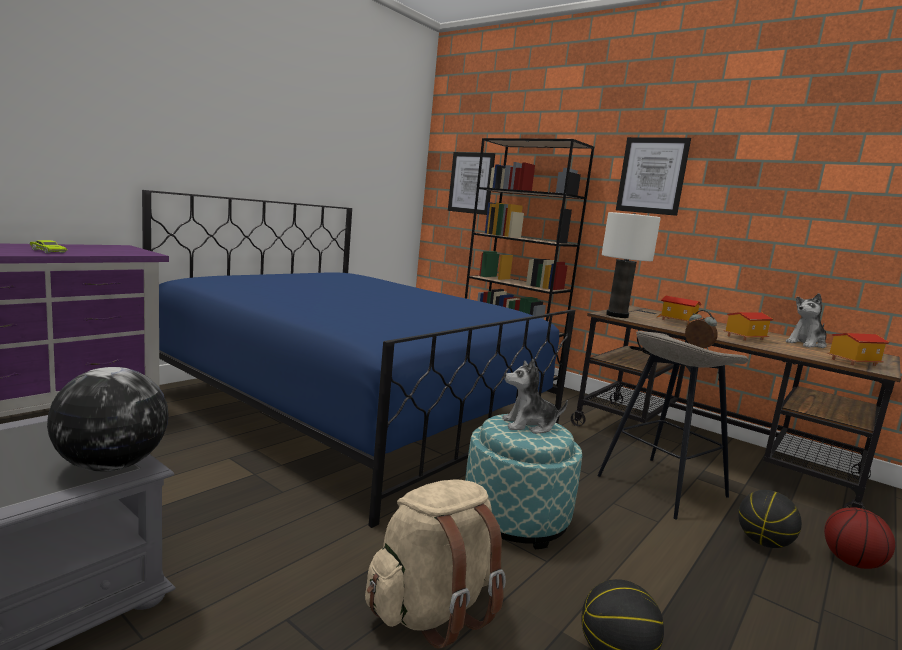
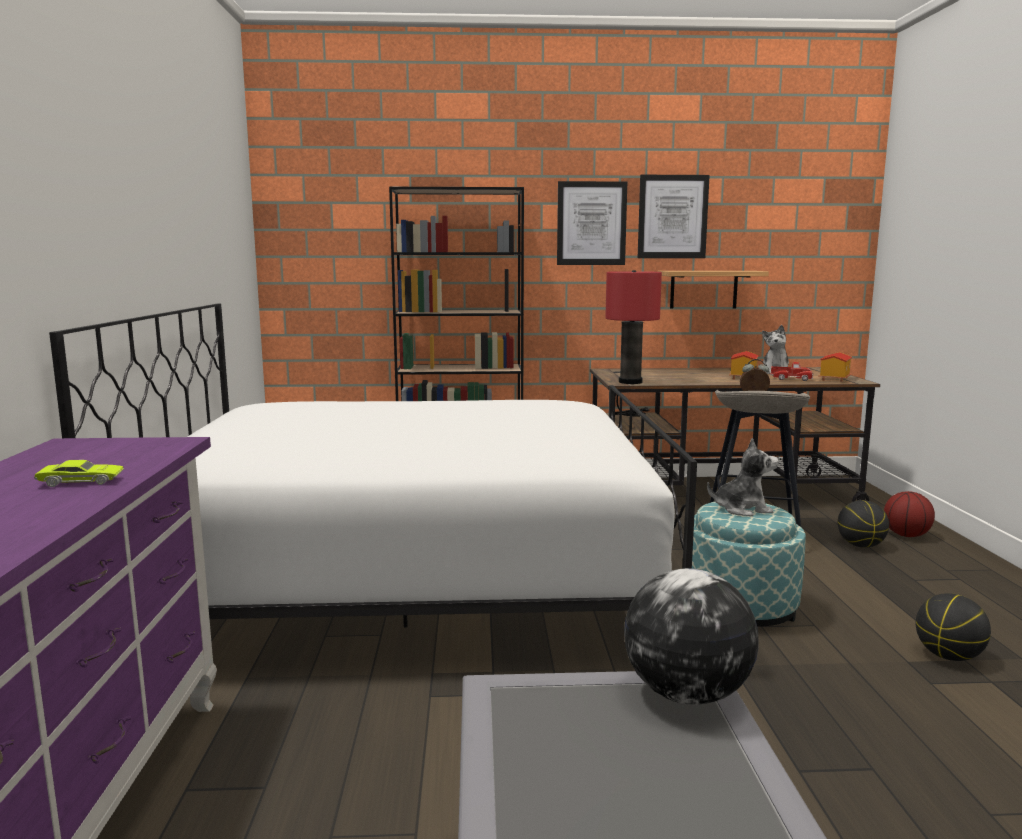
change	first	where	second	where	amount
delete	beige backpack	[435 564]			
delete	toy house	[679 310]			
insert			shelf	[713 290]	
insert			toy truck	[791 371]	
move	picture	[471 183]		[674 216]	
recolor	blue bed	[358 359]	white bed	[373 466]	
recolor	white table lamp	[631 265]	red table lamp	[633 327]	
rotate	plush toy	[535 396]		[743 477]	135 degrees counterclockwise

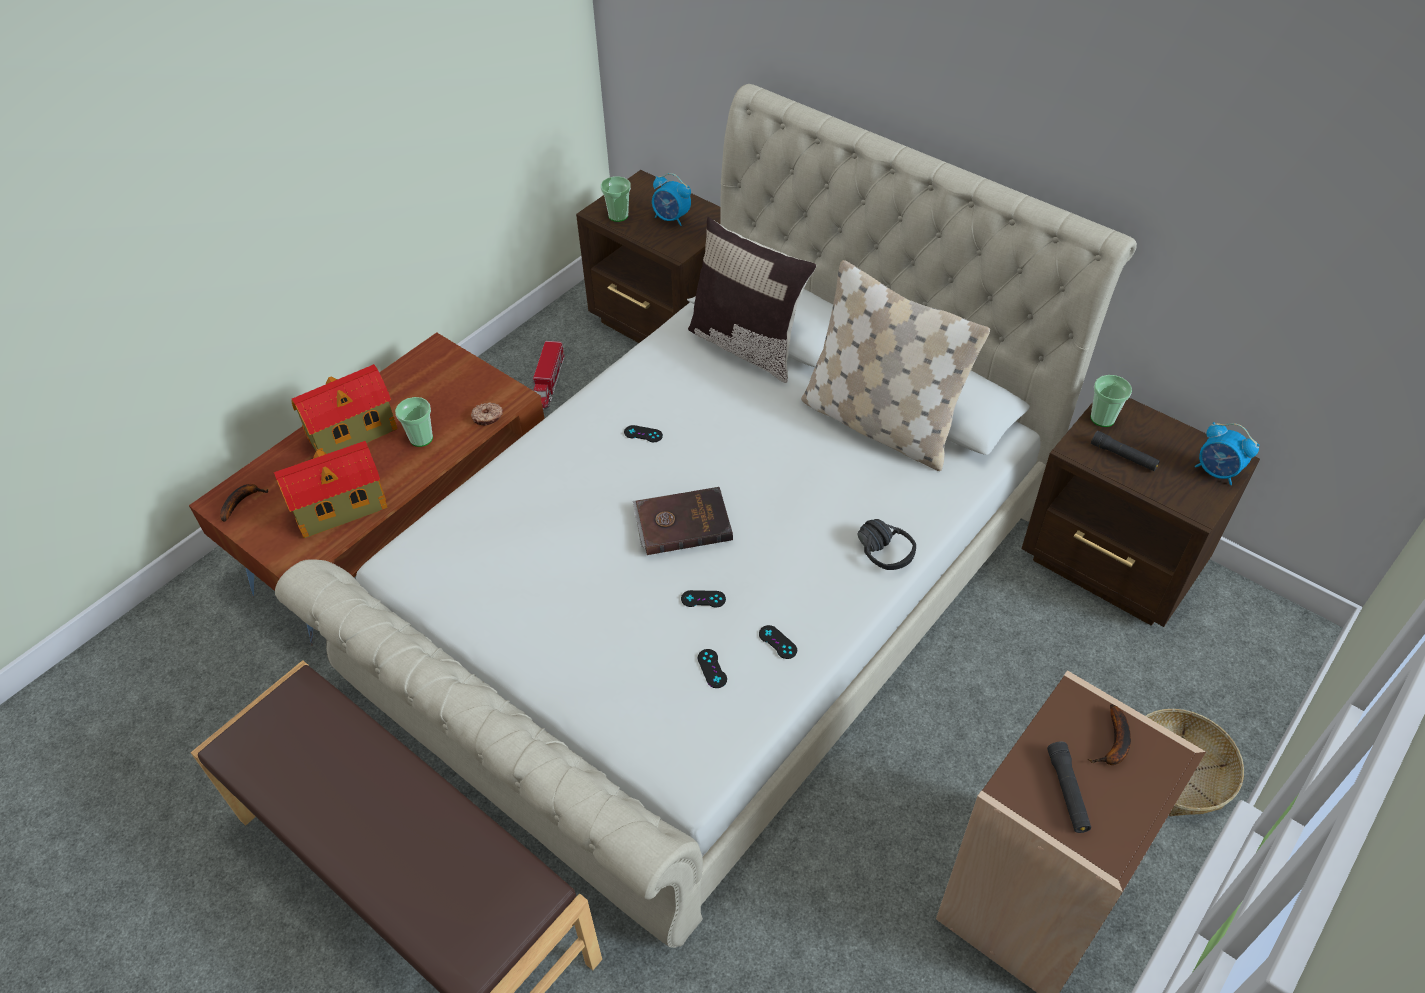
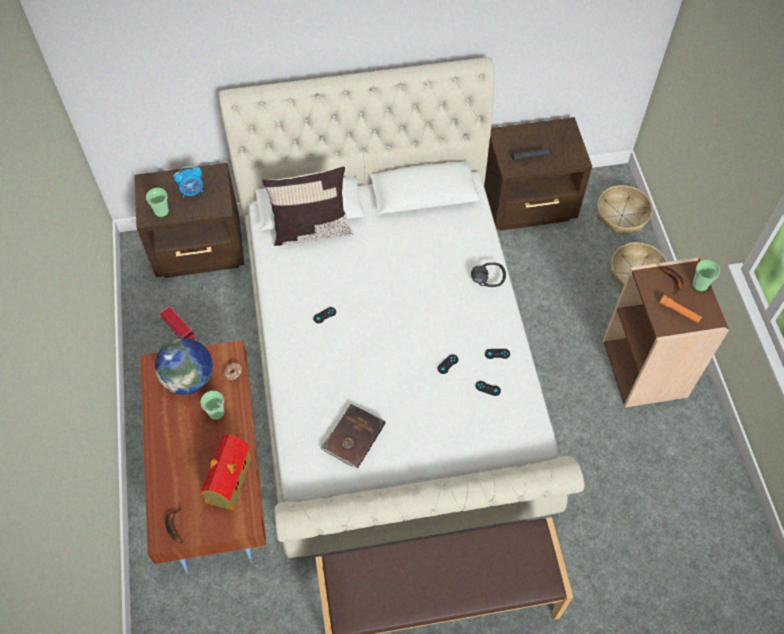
change	first	where	second	where	amount
delete	toy house	[344 409]			
delete	beige pillow	[895 365]			
delete	alarm clock	[1227 453]			
insert			globe	[184 366]	
insert			basket	[625 209]	
move	brown book	[683 521]		[352 436]	
move	cup	[1111 401]		[706 275]	
recolor	black flashlight	[1069 787]	orange flashlight	[681 309]	

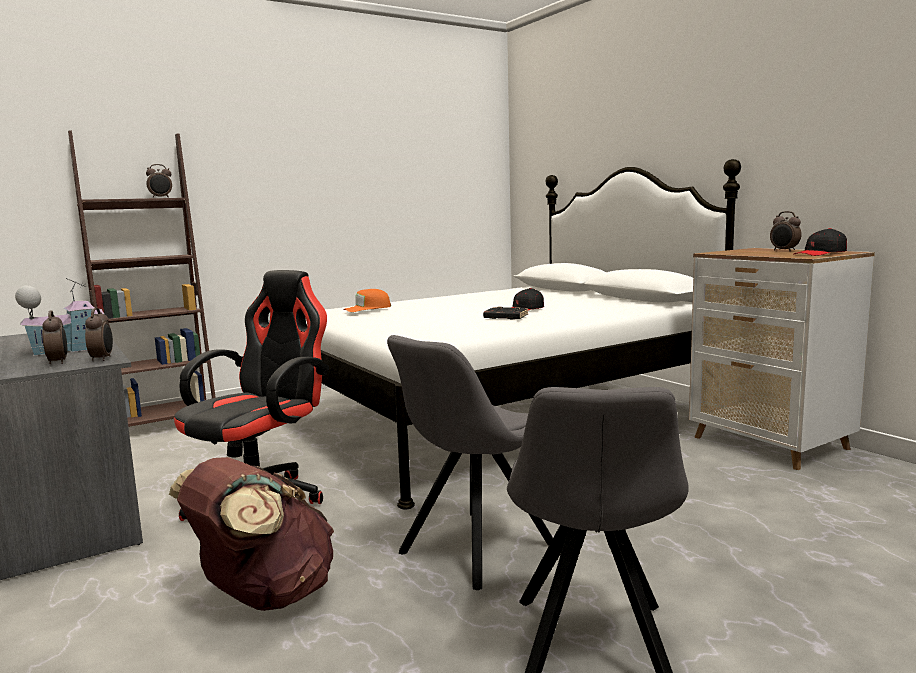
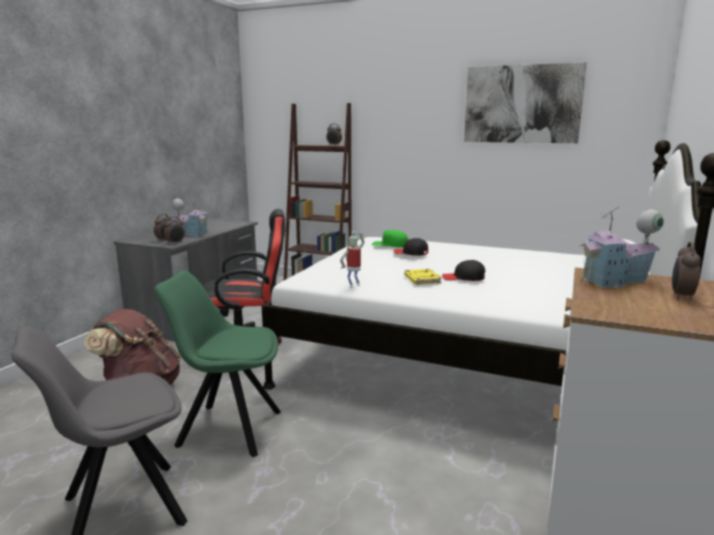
change	first	where	second	where	amount
insert			toy robot	[352 259]	
insert			picture	[525 102]	
insert			toy house	[621 247]	
move	black cap	[820 242]		[411 247]	
recolor	orange cap	[367 300]	green cap	[390 239]	
recolor	grey chair	[470 462]	green chair	[218 363]	
recolor	black book	[505 313]	yellow book	[423 277]	

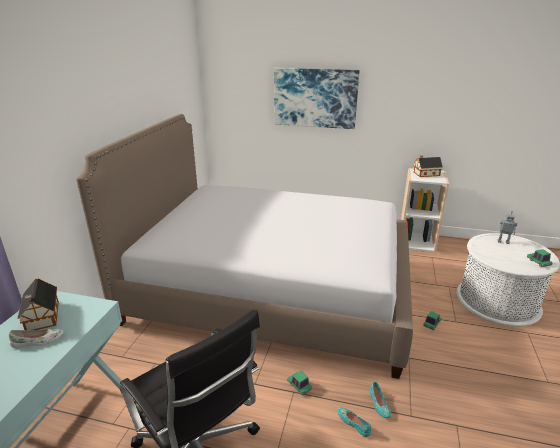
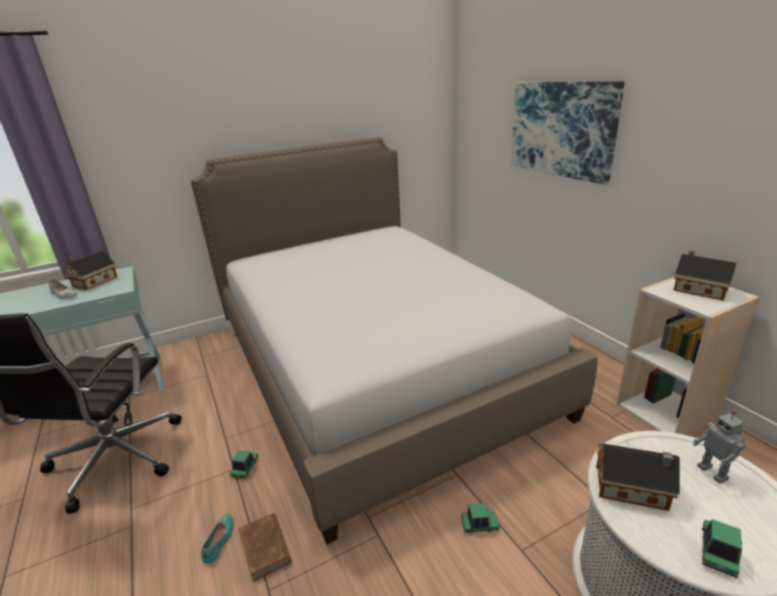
change	first	where	second	where	amount
insert			toy house	[638 477]	
replace	turquoise shoe	[380 400]	brown book	[265 547]	

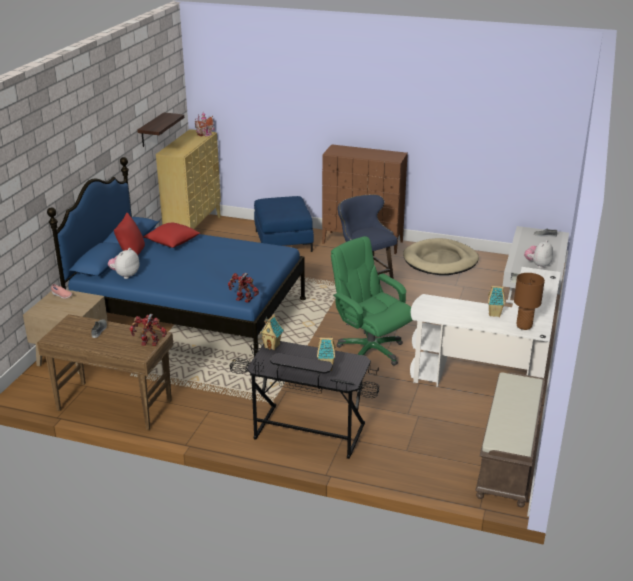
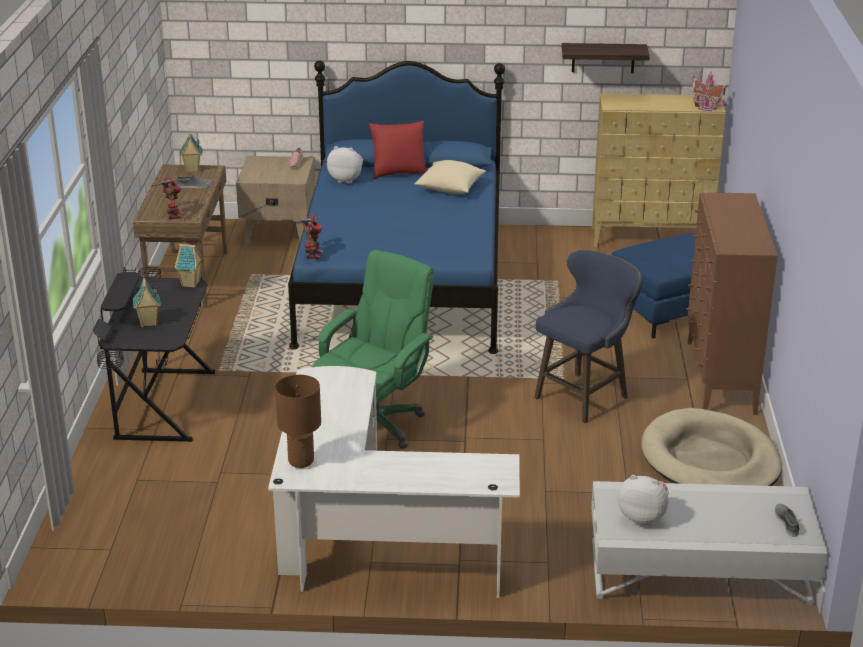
change	first	where	second	where	amount
delete	brown bench	[510 440]			
move	toy house	[496 301]		[191 152]	
recolor	red pillow	[171 235]	beige pillow	[450 177]	

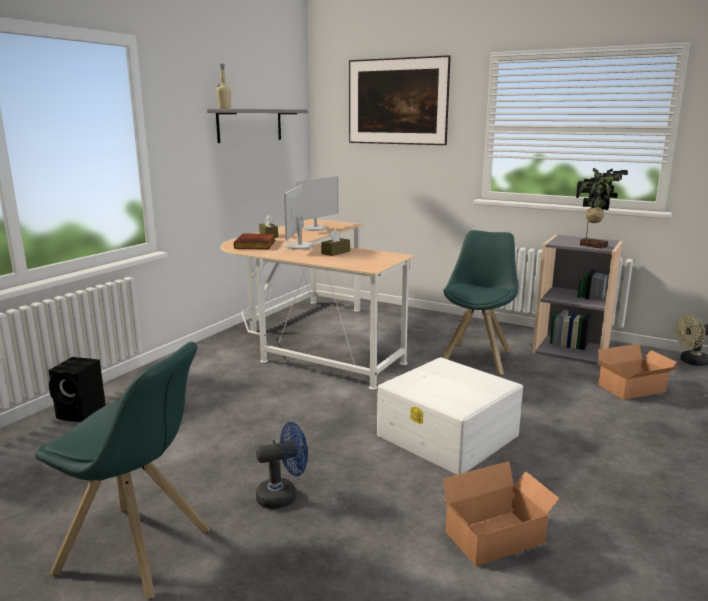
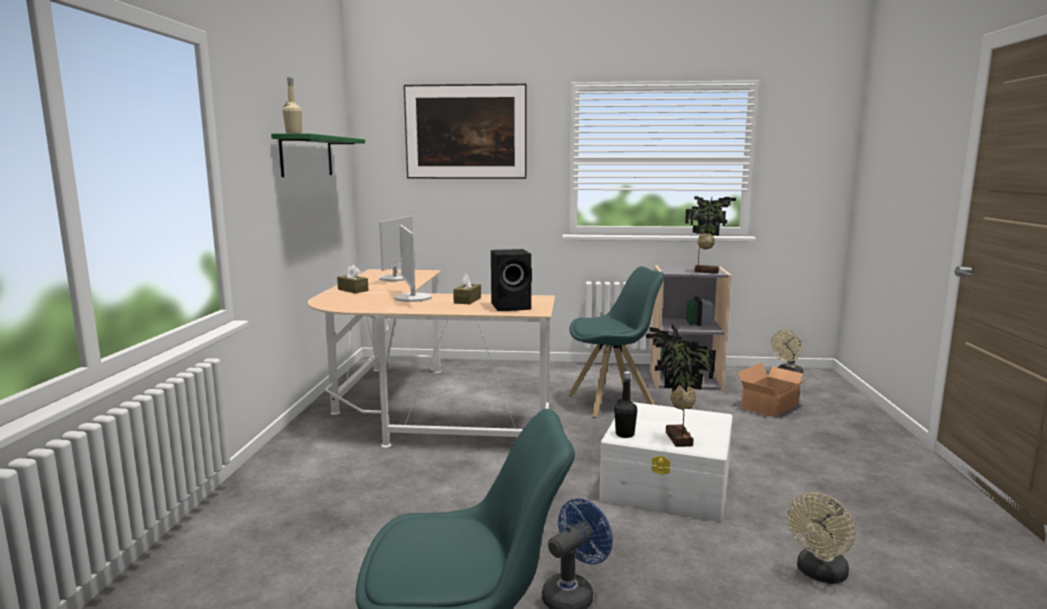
change	first	where	second	where	amount
delete	book	[255 241]			
insert			black bottle	[625 404]	
insert			potted plant	[681 386]	
move	black speaker	[77 389]		[511 280]	
replace	cardboard box	[501 513]	beige fan	[821 538]	
recolor	grey shelf	[257 126]	green shelf	[318 155]	
rotate	turquoise chair	[480 302]		[616 342]	75 degrees clockwise

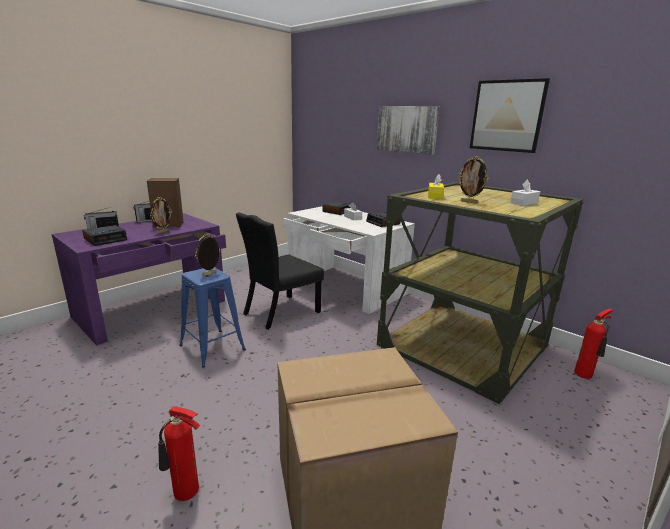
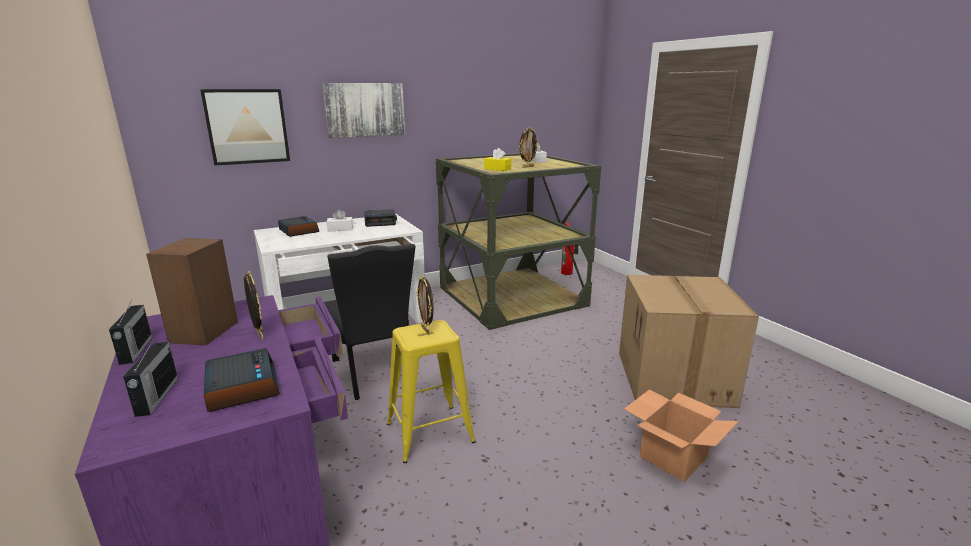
change	first	where	second	where	amount
move	picture	[510 115]		[245 127]	
replace	fire extinguisher	[179 453]	cardboard box	[681 435]	
recolor	blue stool	[212 317]	yellow stool	[431 391]	

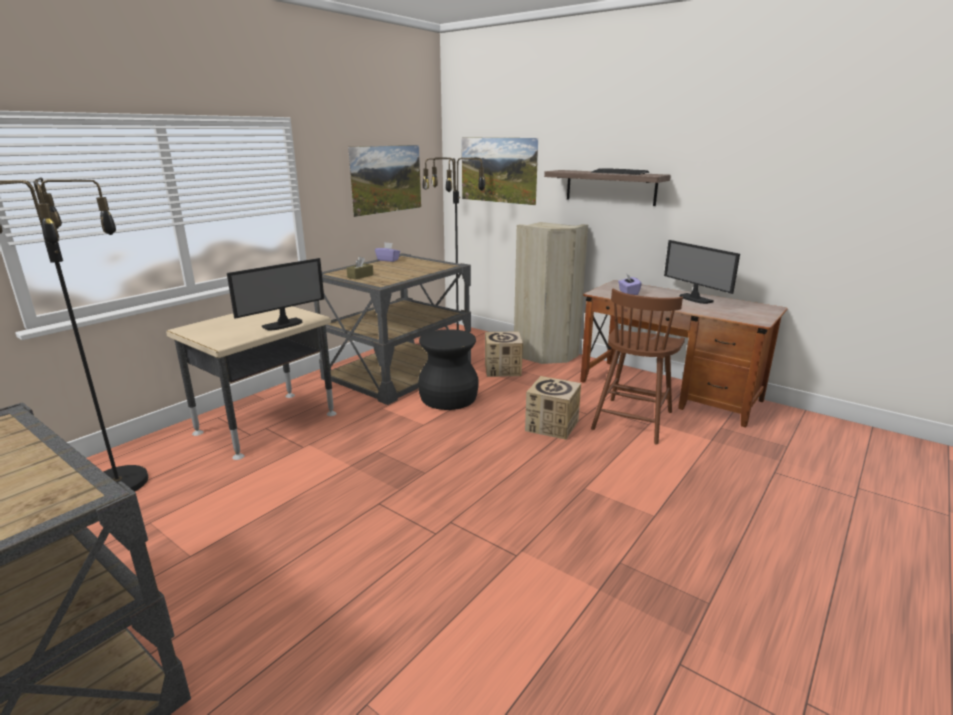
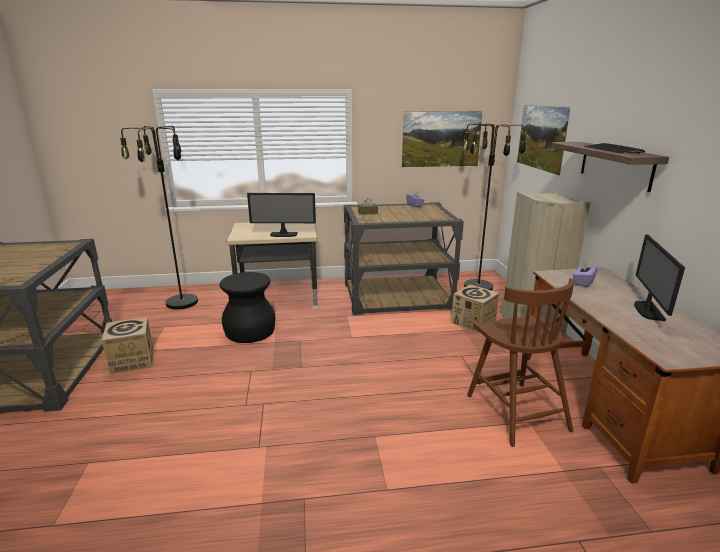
change	first	where	second	where	amount
move	black stool	[448 369]		[248 307]	
move	cardboard box	[553 408]		[127 345]	
rotate	brown chair	[638 366]		[520 362]	90 degrees counterclockwise

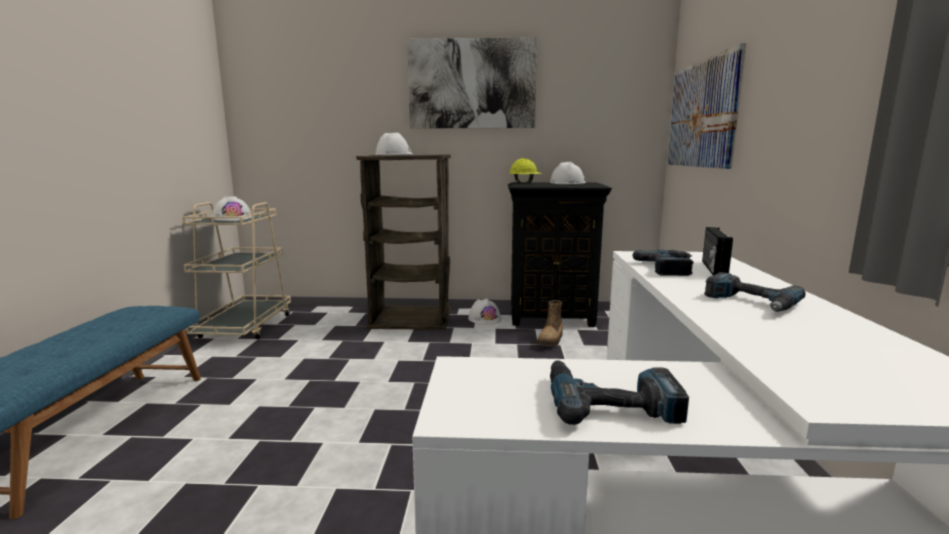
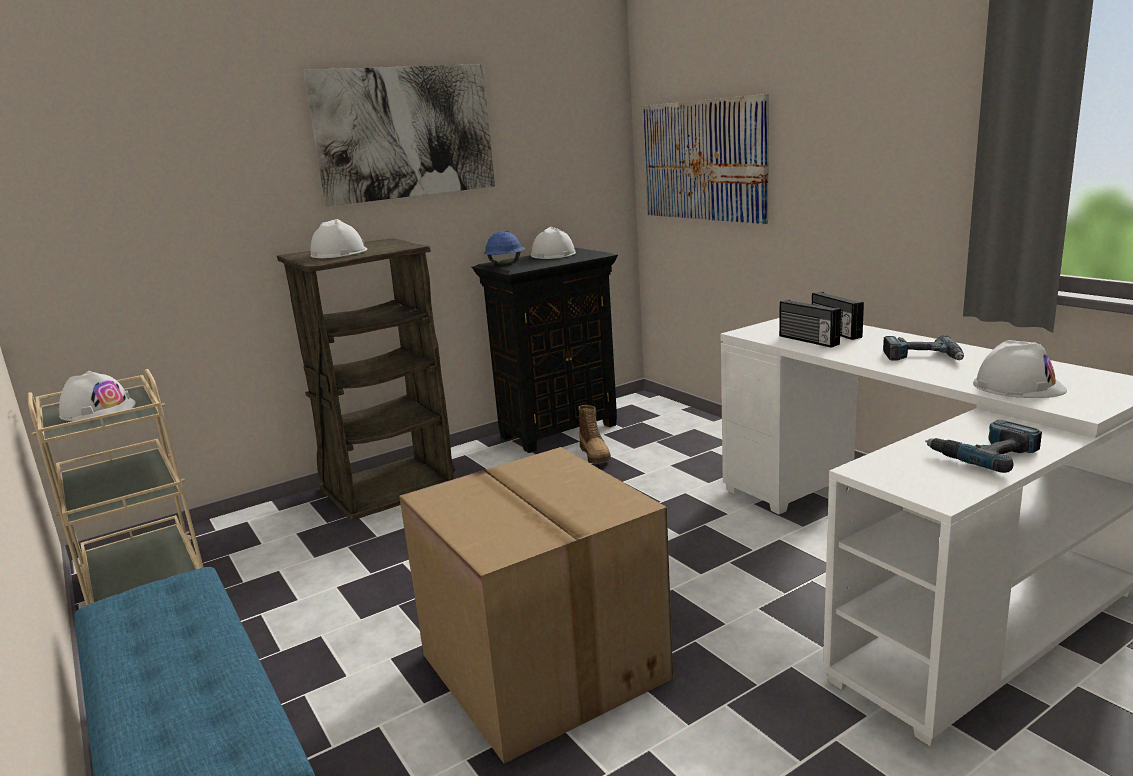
change	first	where	second	where	amount
insert			cardboard box	[536 605]	
move	white hard hat	[485 311]		[1020 369]	
replace	power drill	[663 263]	radio	[810 324]	
recolor	yellow hard hat	[525 170]	blue hard hat	[505 247]	

